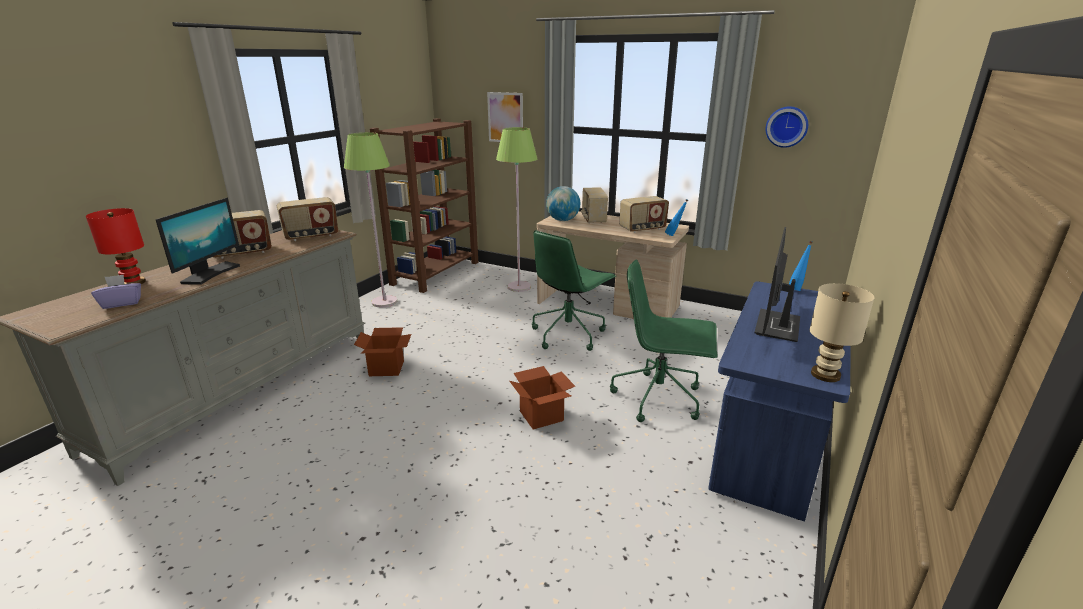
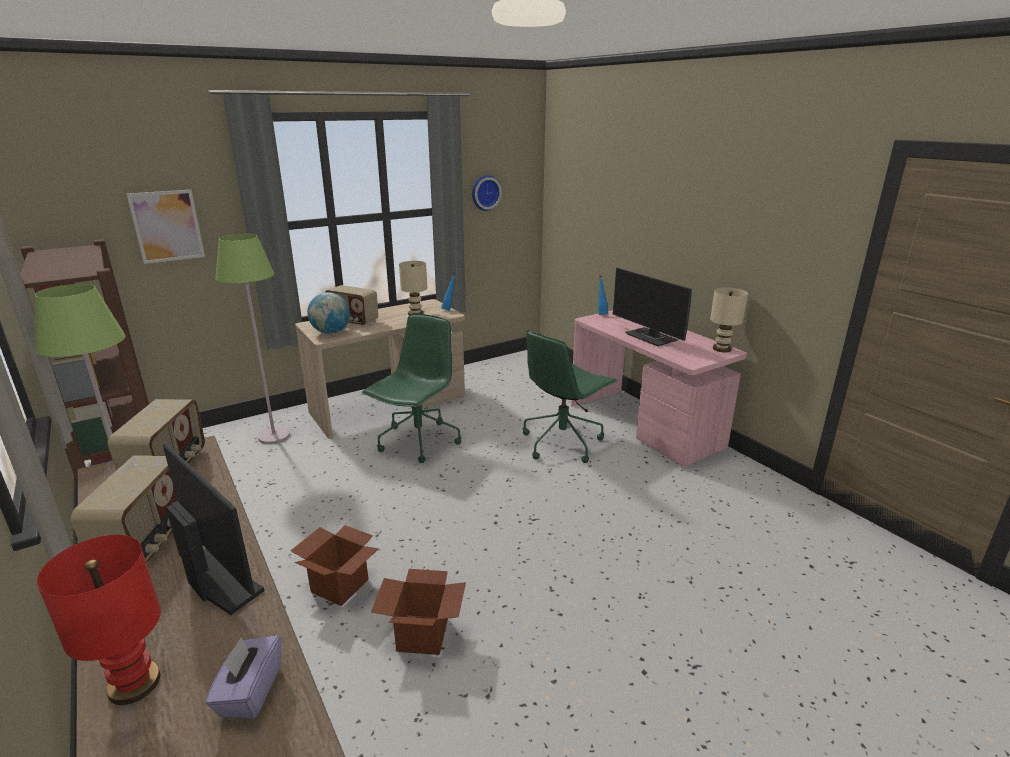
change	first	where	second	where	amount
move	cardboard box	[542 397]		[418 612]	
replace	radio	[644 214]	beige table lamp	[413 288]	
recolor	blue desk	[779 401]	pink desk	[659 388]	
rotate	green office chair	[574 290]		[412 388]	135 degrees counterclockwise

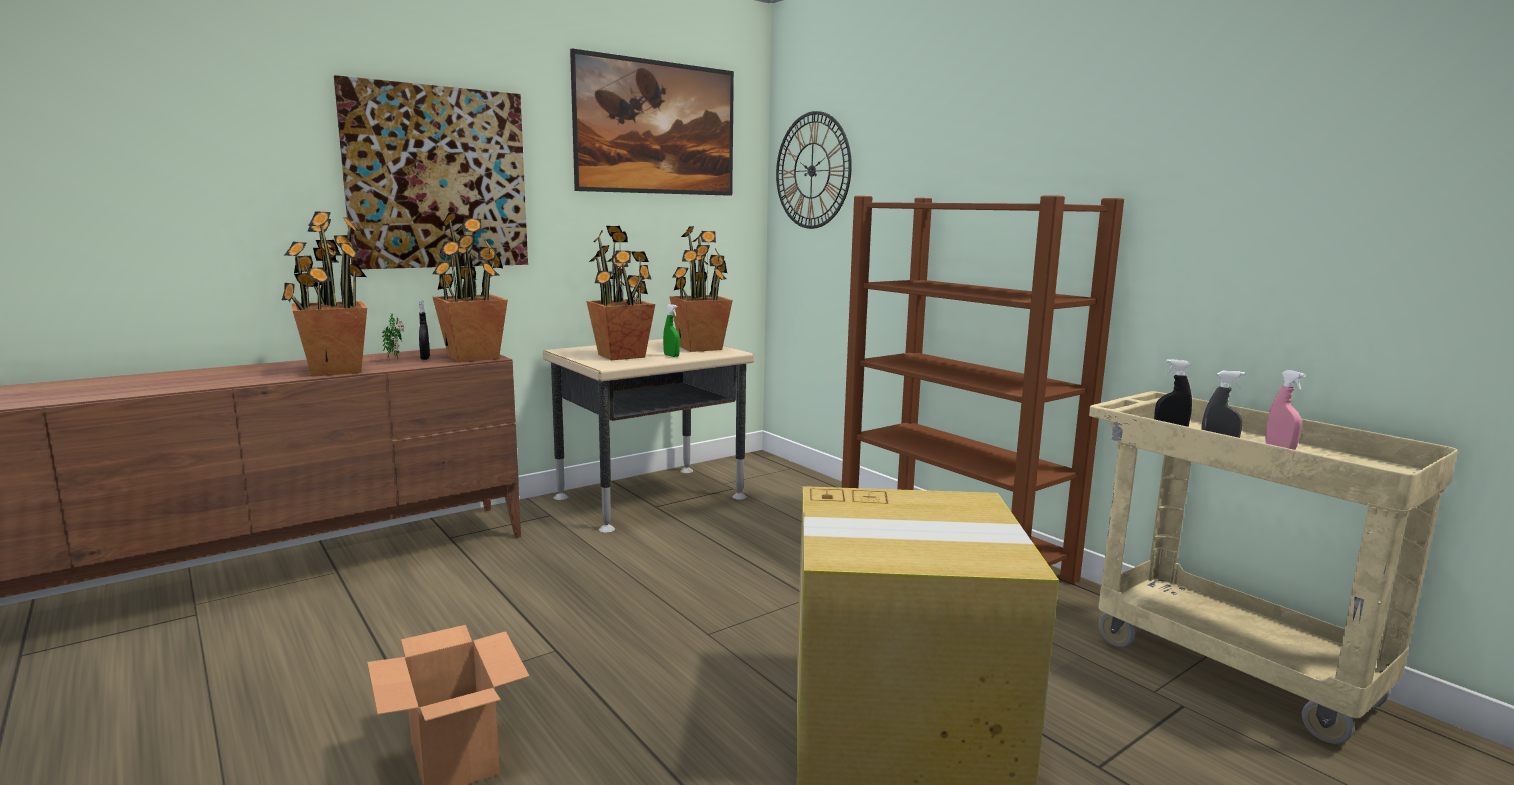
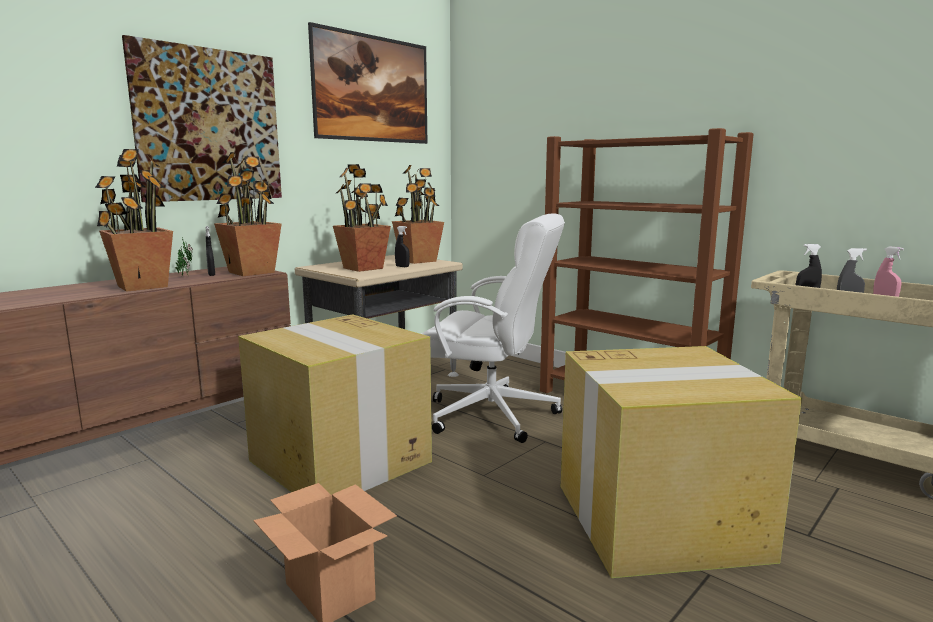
change	first	where	second	where	amount
delete	wall clock	[814 170]			
insert			cardboard box	[335 404]	
insert			white office chair	[493 328]	
recolor	green spray bottle	[671 330]	black spray bottle	[402 246]	

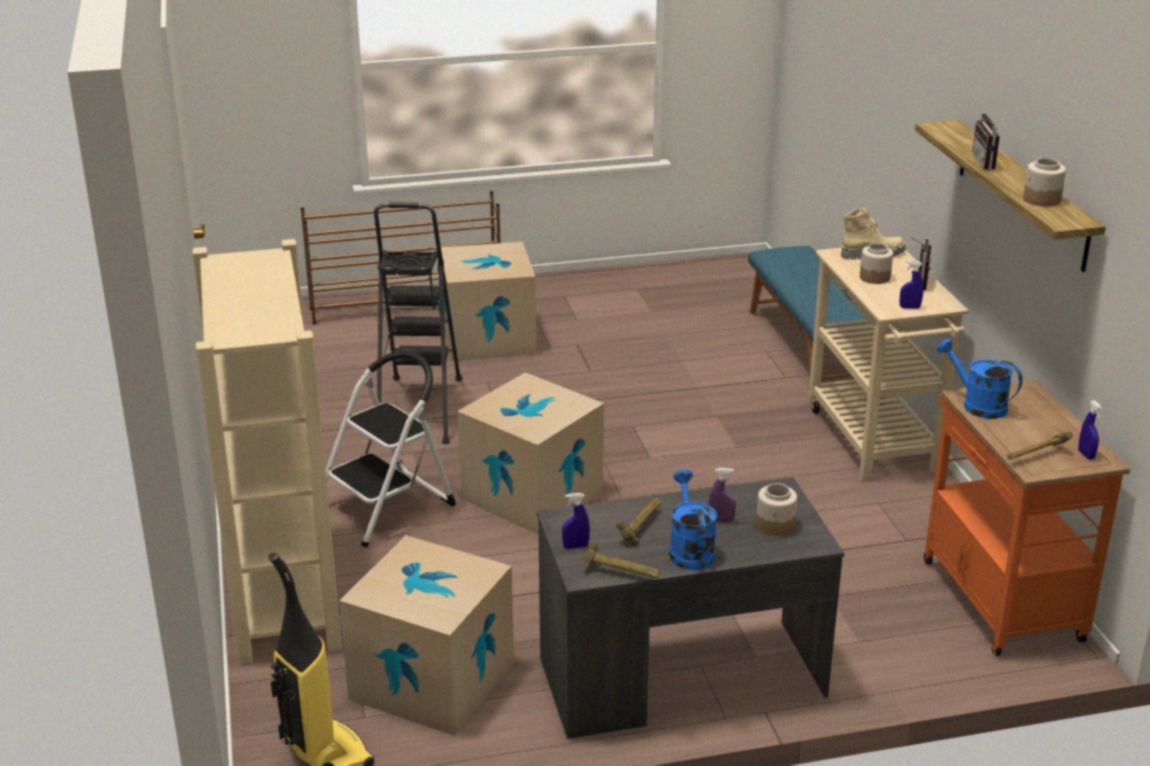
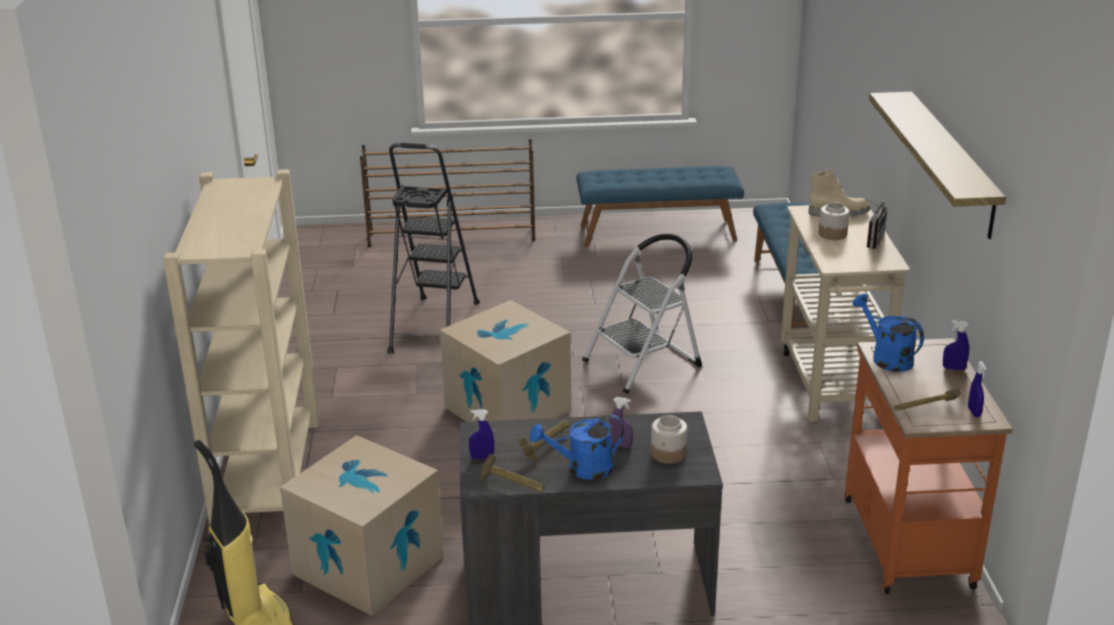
change	first	where	second	where	amount
delete	cardboard box	[488 302]			
delete	radio	[990 138]			
delete	jar	[1044 182]			
insert			blue bench	[660 206]	
move	step ladder	[391 449]		[642 314]	
move	blue spray bottle	[911 285]		[956 345]	
rotate	blue watering can	[693 520]		[577 447]	105 degrees counterclockwise

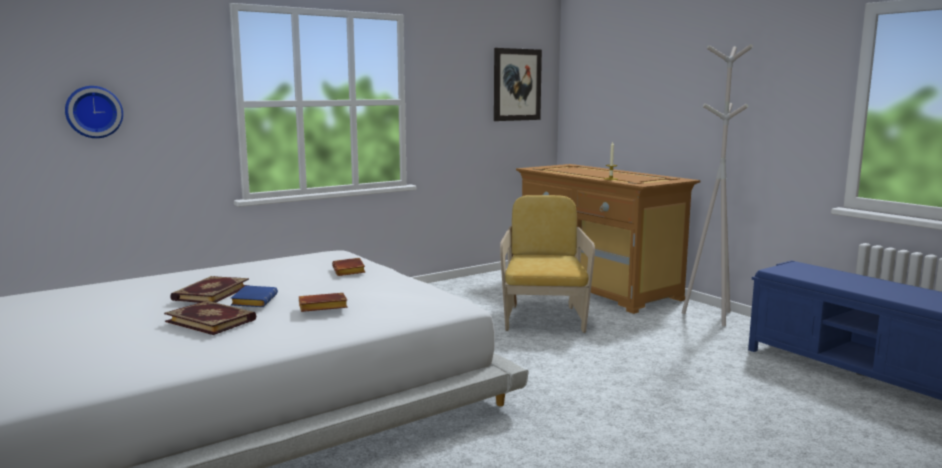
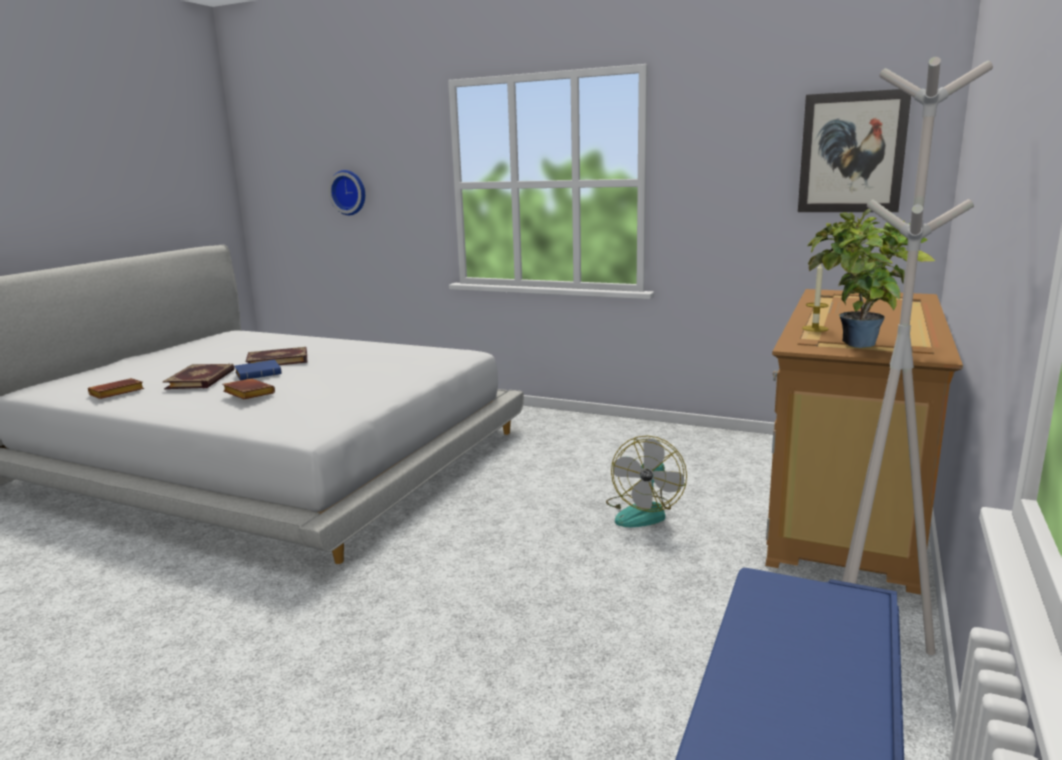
change	first	where	second	where	amount
insert			potted plant	[871 278]	
move	brown book	[349 267]		[116 388]	
replace	yellow armchair	[547 264]	fan	[646 481]	

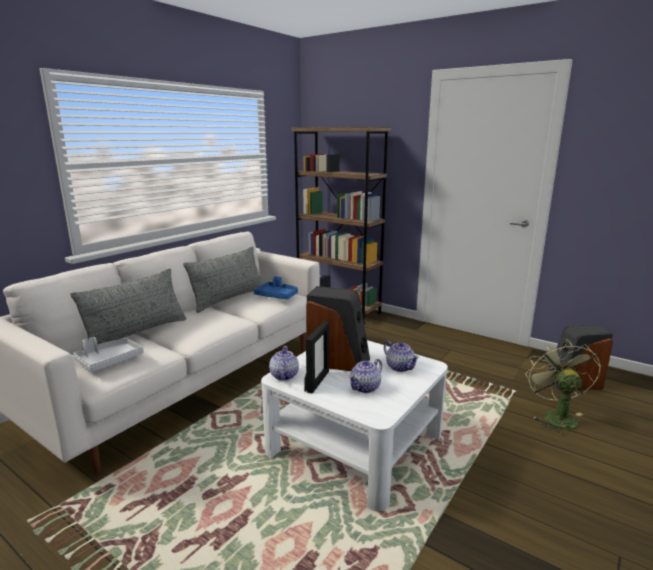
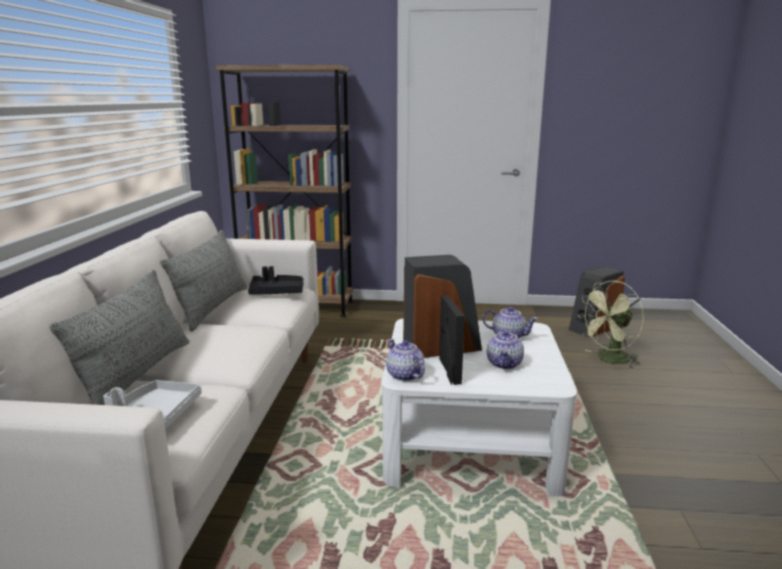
change	first	where	second	where	amount
recolor	blue tray	[276 287]	black tray	[275 280]	
rotate	green fan	[563 387]		[610 324]	90 degrees counterclockwise

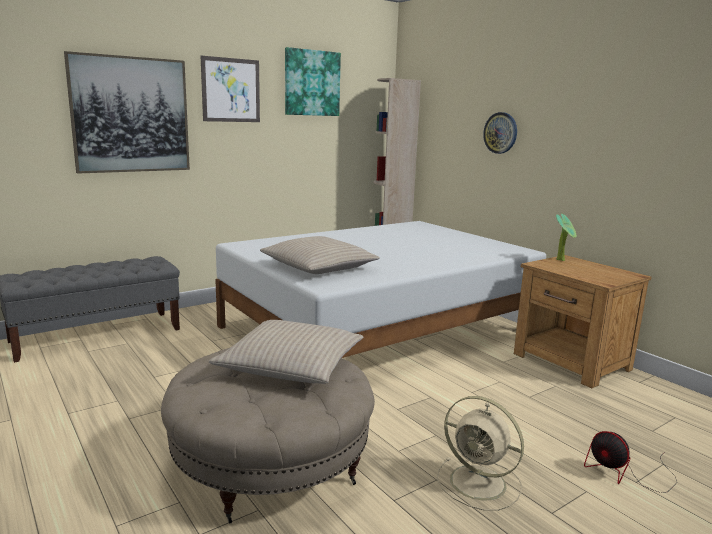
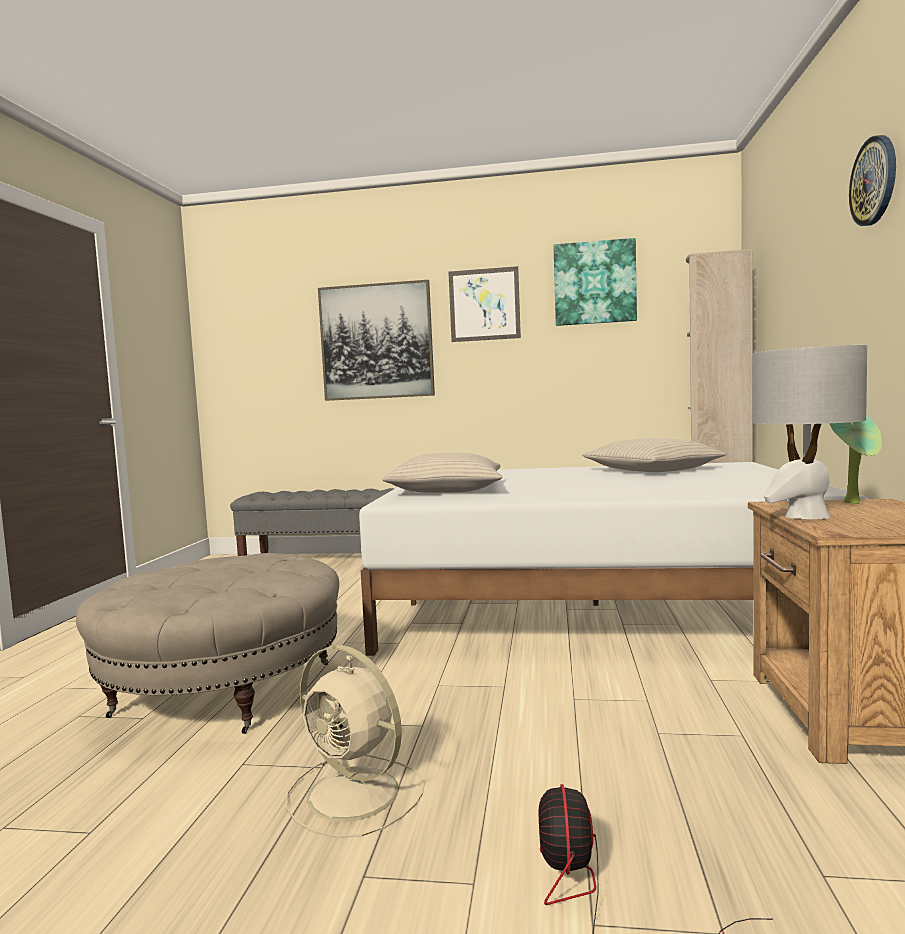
change	first	where	second	where	amount
insert			grey table lamp	[809 432]	
move	beige pillow	[286 352]		[654 455]	
move	wall clock	[500 133]		[872 180]	
rotate	beige fan	[480 453]		[355 741]	45 degrees counterclockwise

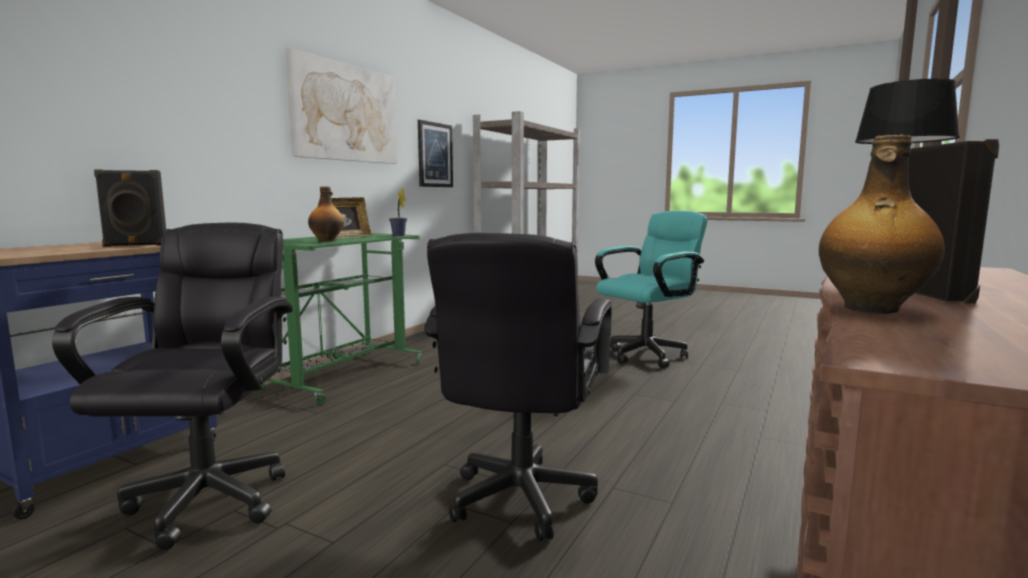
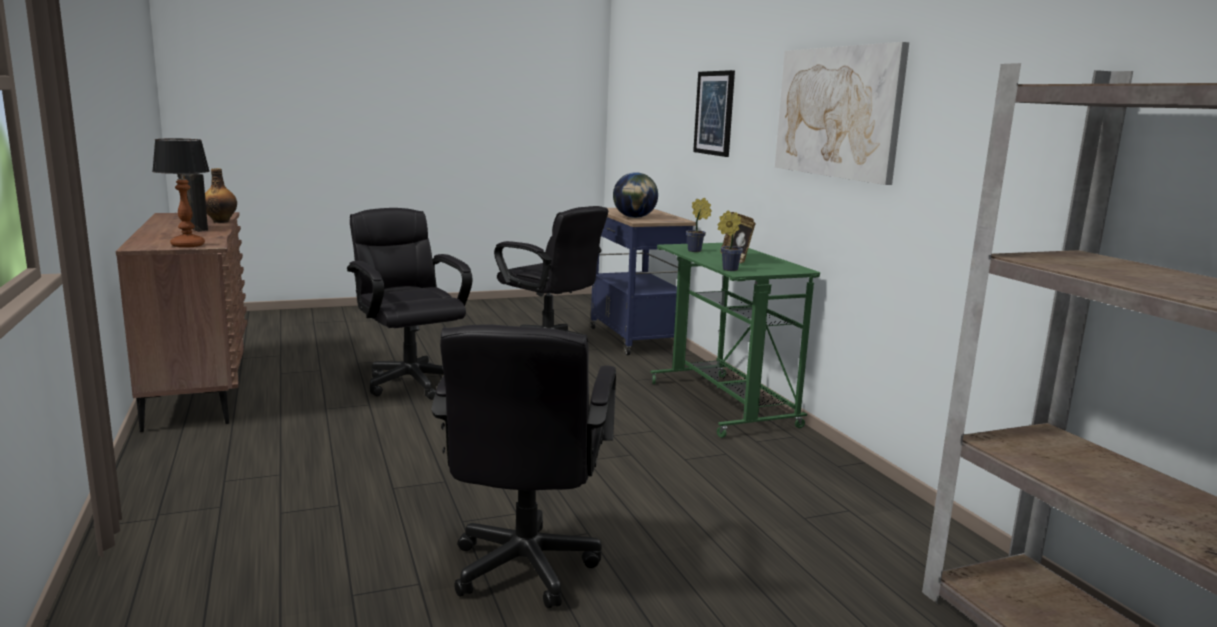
change	first	where	second	where	amount
move	picture	[435 153]		[714 113]	
replace	black speaker	[130 208]	globe	[635 195]	
replace	bottle	[326 214]	potted plant	[699 225]	
recolor	turquoise office chair	[651 289]	black office chair	[524 467]	

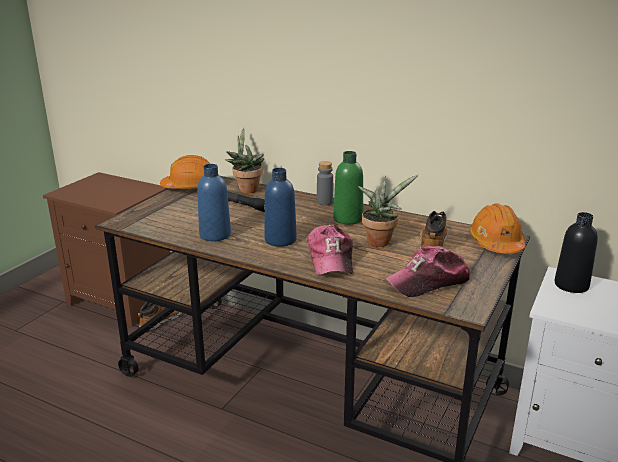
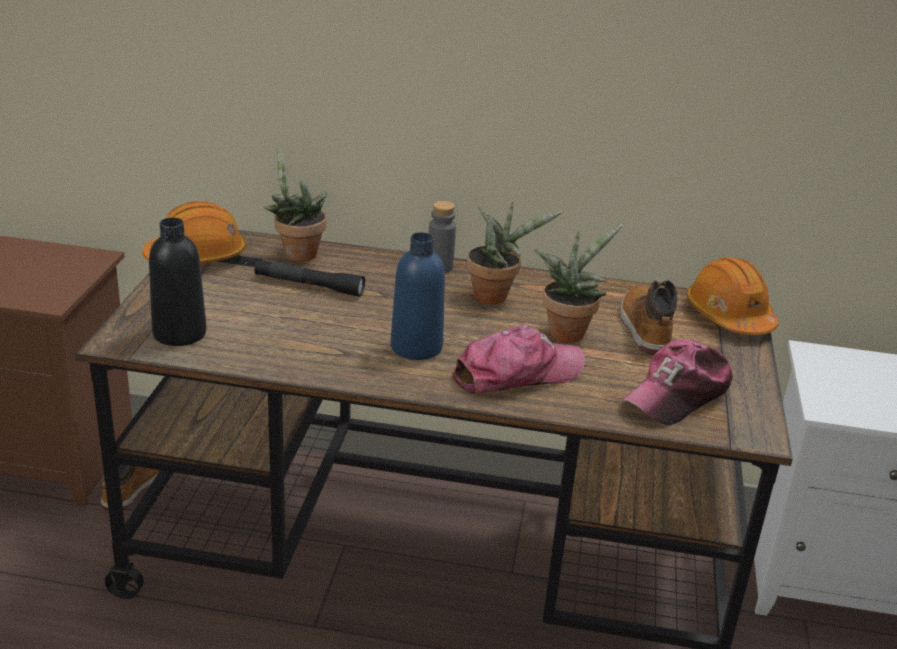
change	first	where	second	where	amount
delete	blue bottle	[214 202]			
move	black bottle	[576 252]		[178 282]	
replace	green bottle	[348 187]	potted plant	[515 253]	
rotate	cap	[330 250]		[518 358]	90 degrees counterclockwise

